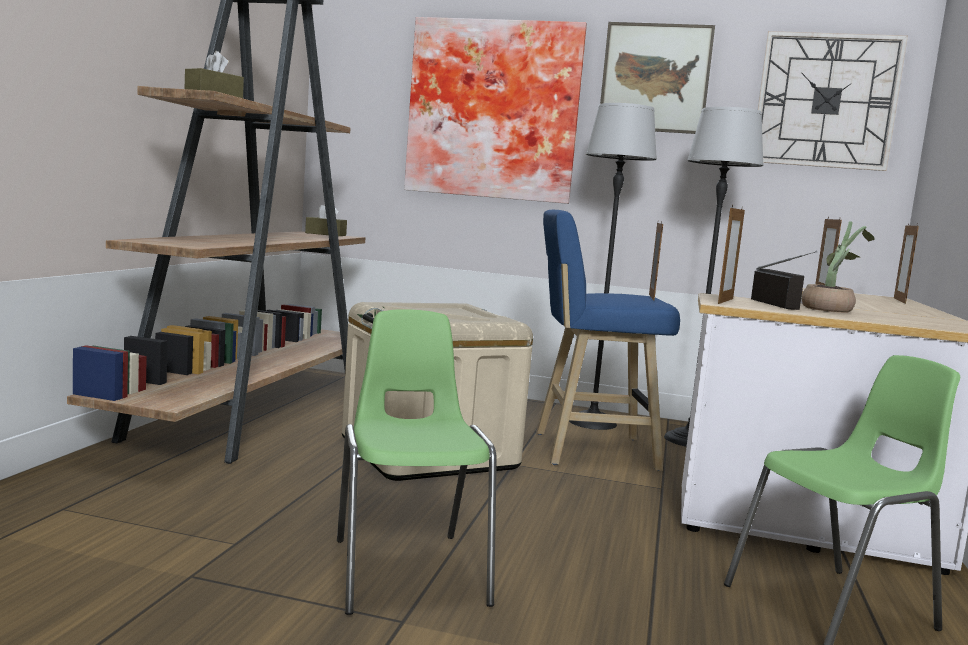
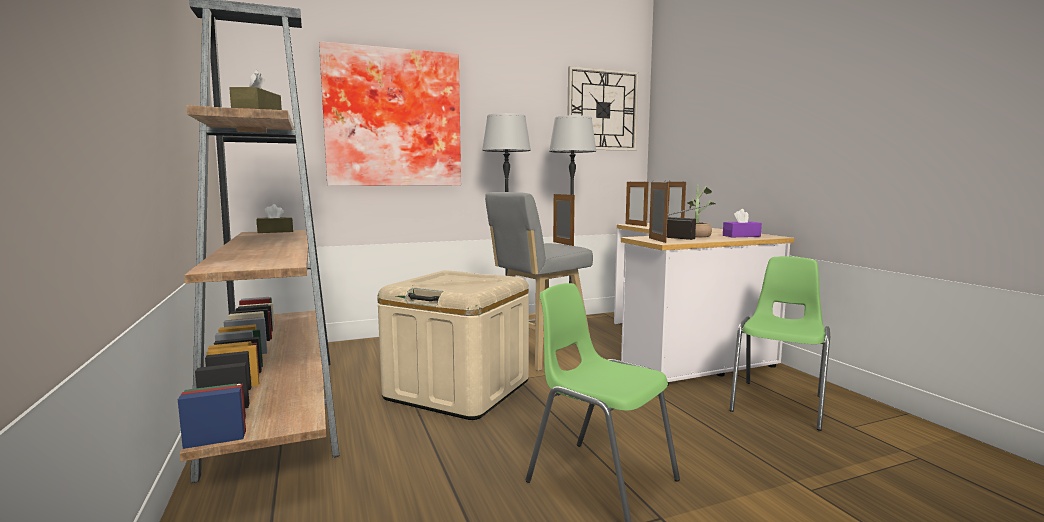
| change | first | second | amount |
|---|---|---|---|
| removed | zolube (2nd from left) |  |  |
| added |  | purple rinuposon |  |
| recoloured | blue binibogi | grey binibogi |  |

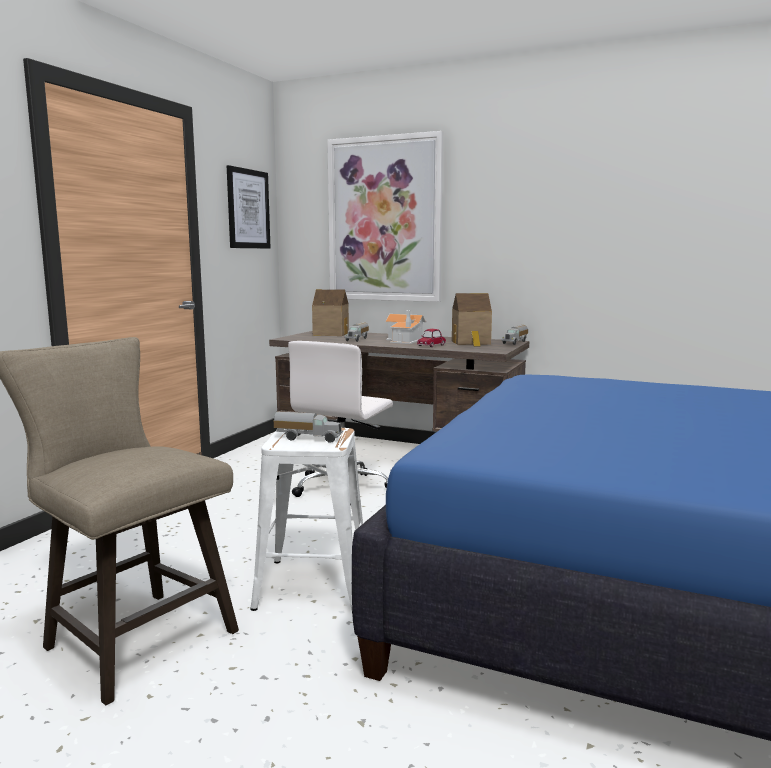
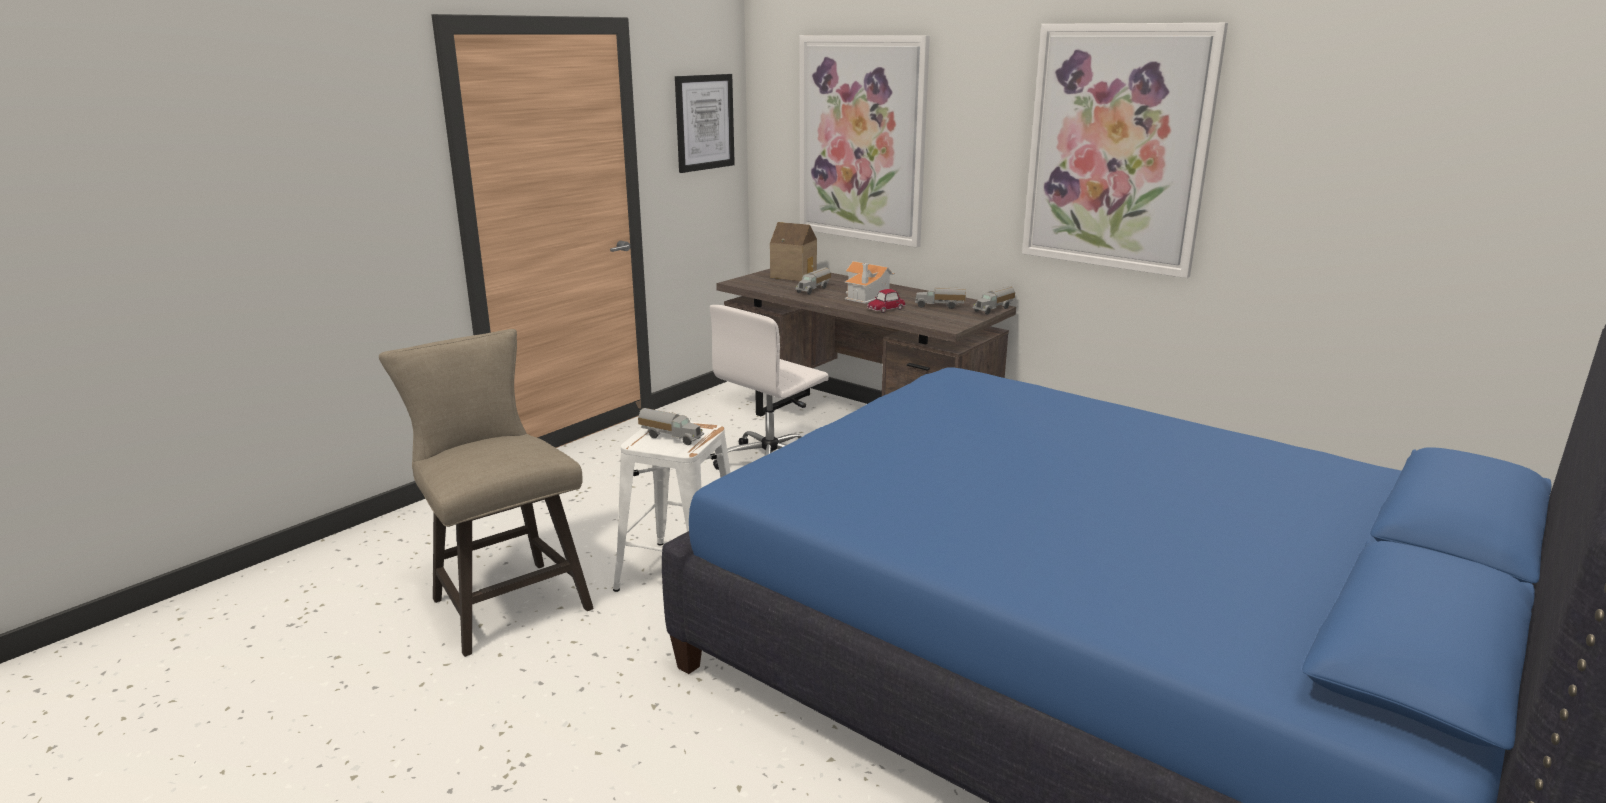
| change | first | second | amount |
|---|---|---|---|
| added |  | zolube (3rd from left) |  |
| replaced | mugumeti (3rd from left) | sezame (3rd from left) |  |

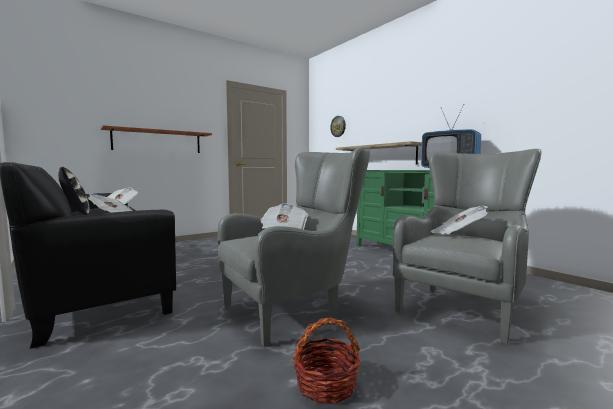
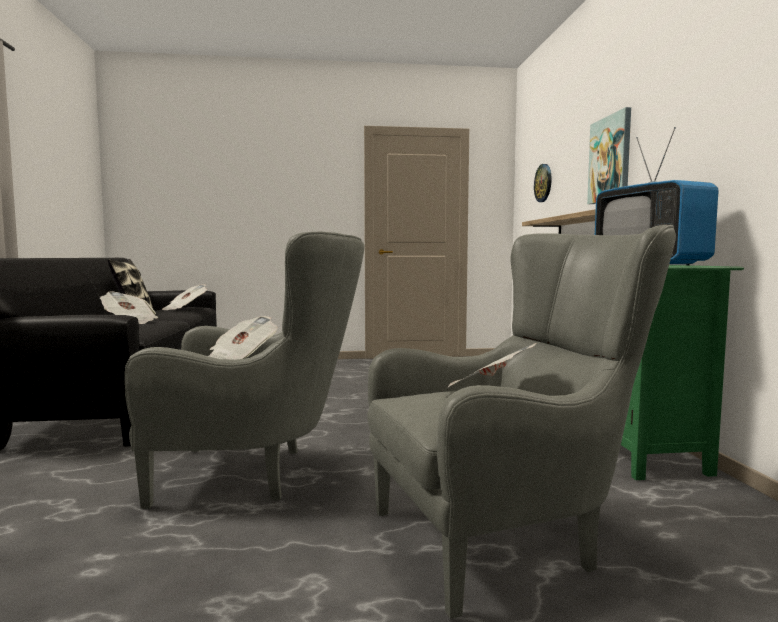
| change | first | second | amount |
|---|---|---|---|
| removed | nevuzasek (1st from left) |  |  |
| removed | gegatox |  |  |
| added |  | zolube |  |

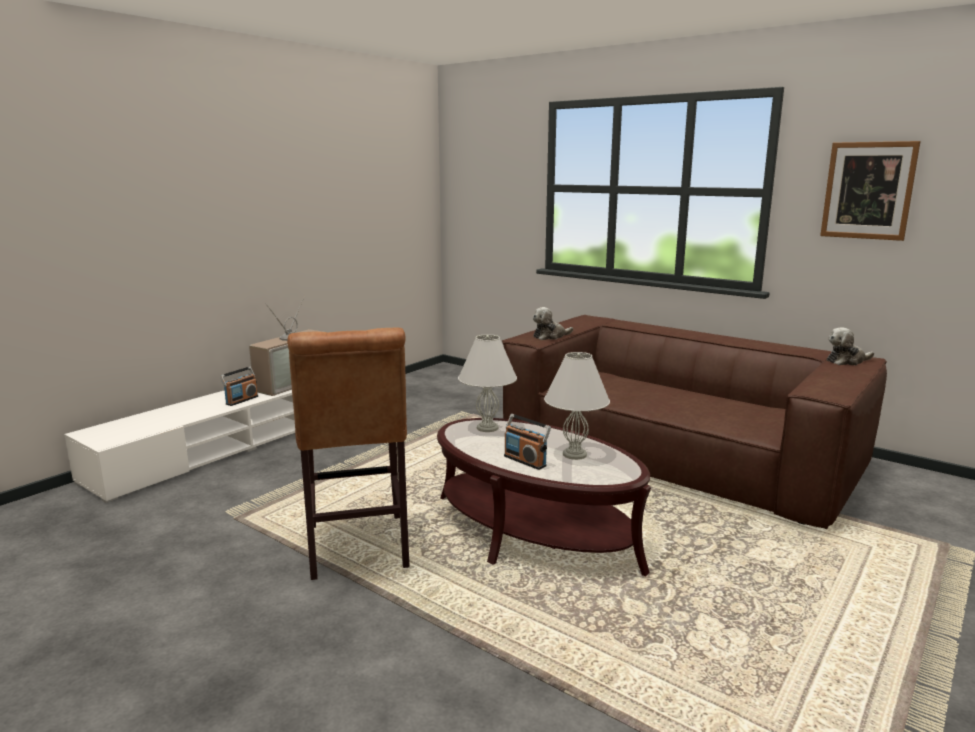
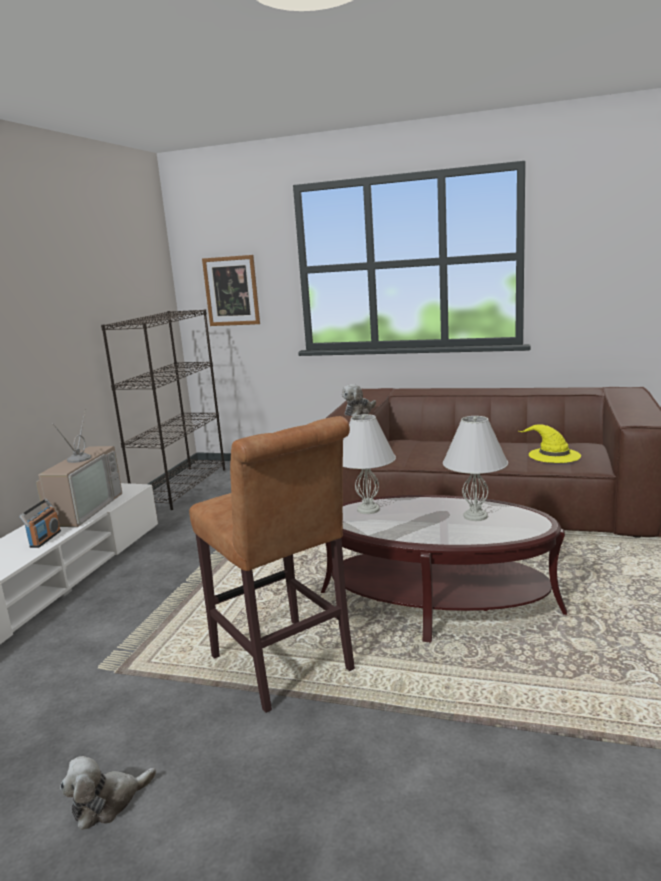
| change | first | second | amount |
|---|---|---|---|
| removed | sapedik (2nd from left) |  |  |
| added |  | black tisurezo |  |
| added |  | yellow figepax |  |
| moved | zolube |  |  |
| moved | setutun (2nd from left in the first image) | setutun (1st from left) |  |

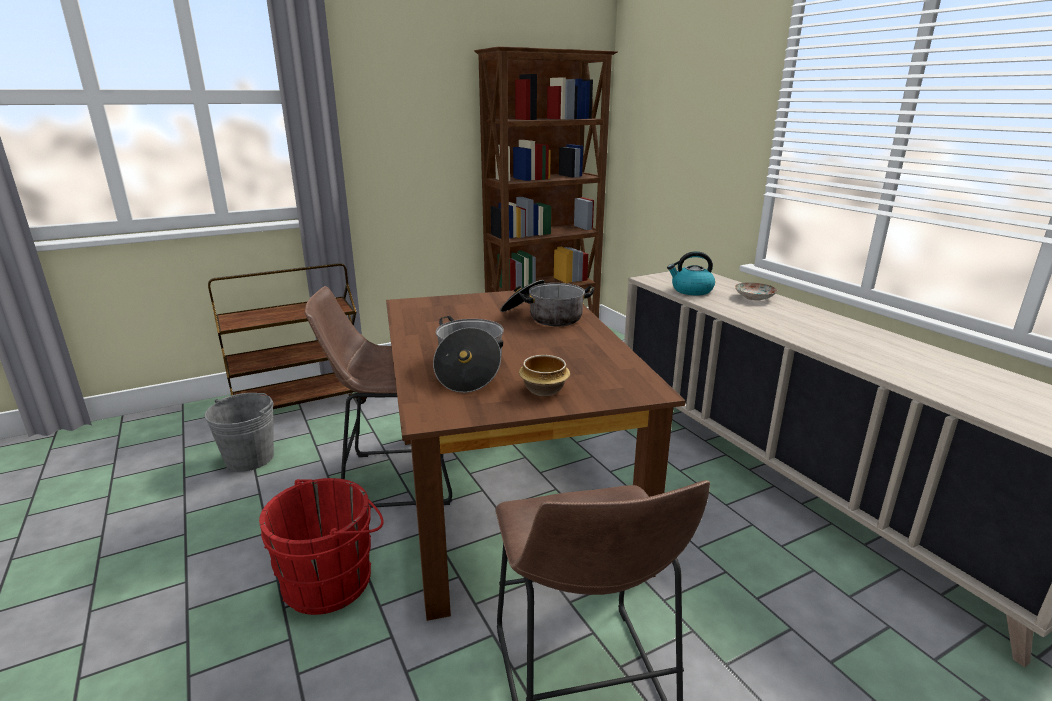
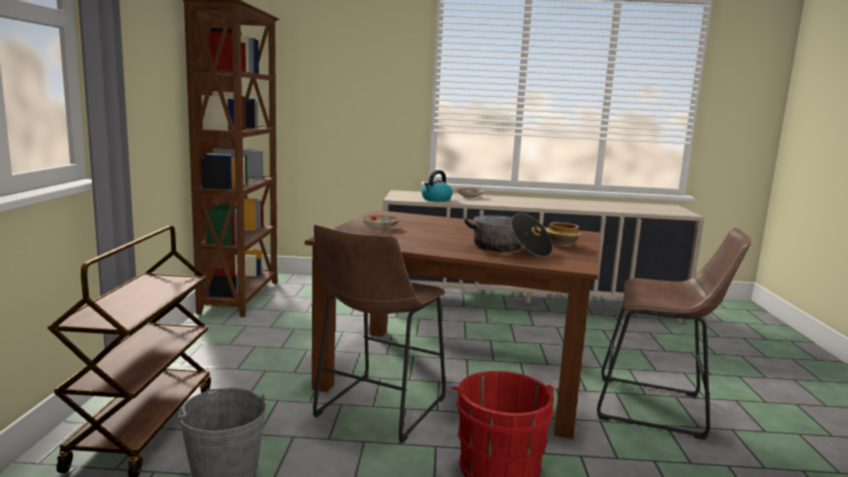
| change | first | second | amount |
|---|---|---|---|
| removed | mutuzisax (2nd from left) |  |  |
| added |  | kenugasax (1st from left) |  |

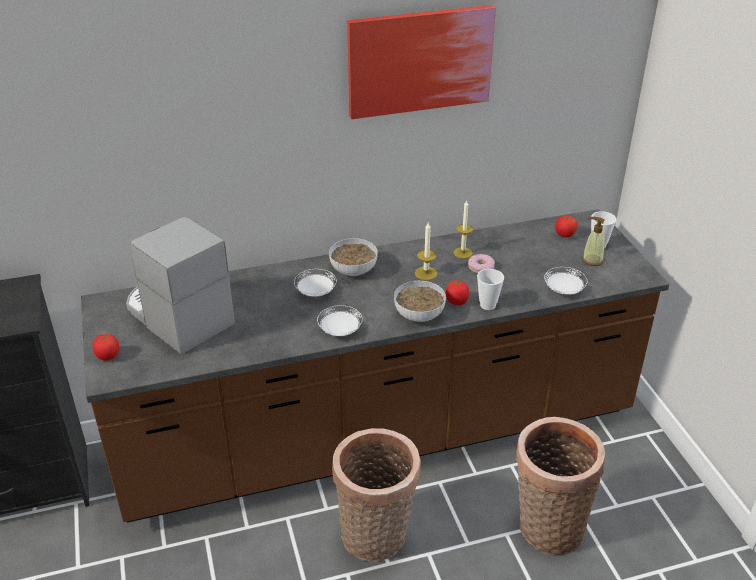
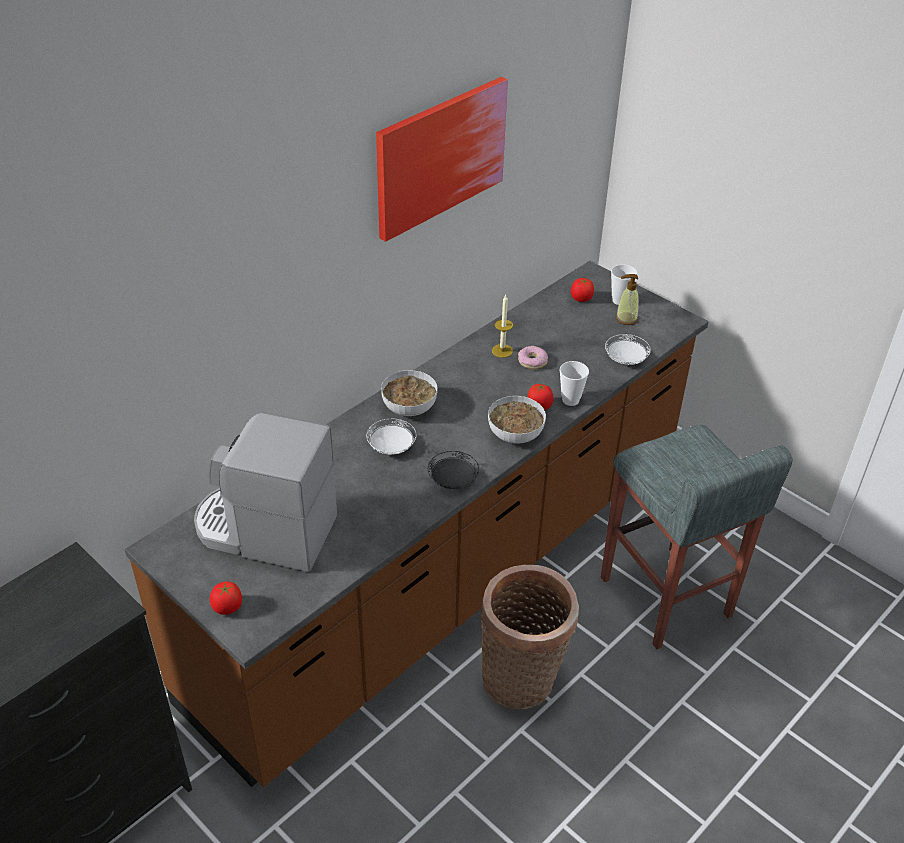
| change | first | second | amount |
|---|---|---|---|
| removed | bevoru (1st from left) |  |  |
| replaced | gegatox (2nd from left) | grey binibogi |  |
| recoloured | white kenugasax (2nd from left) | black kenugasax |  |

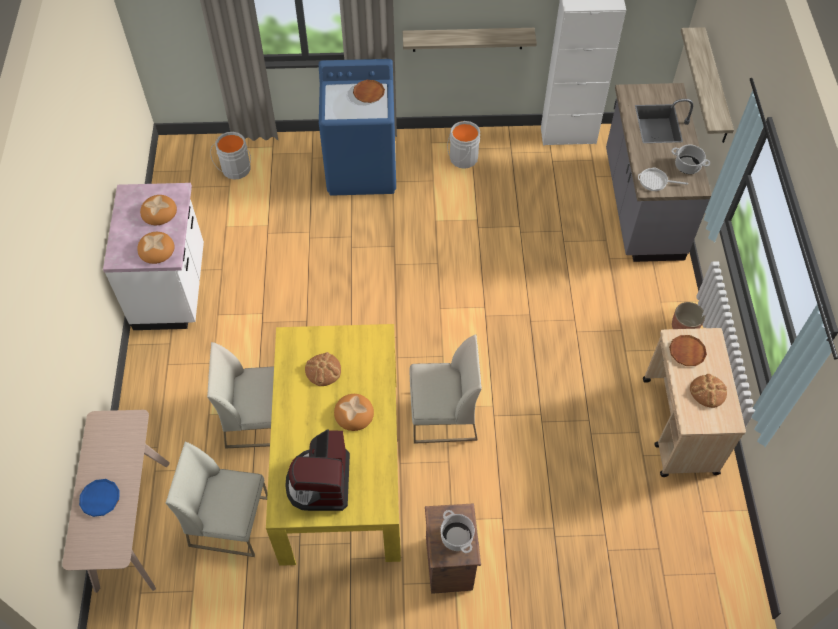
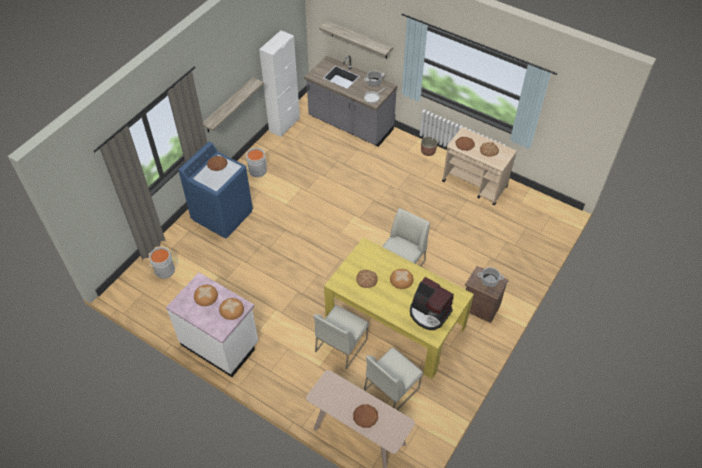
| change | first | second | amount |
|---|---|---|---|
| recoloured | blue kenugasax | brown kenugasax (2nd from left) |  |

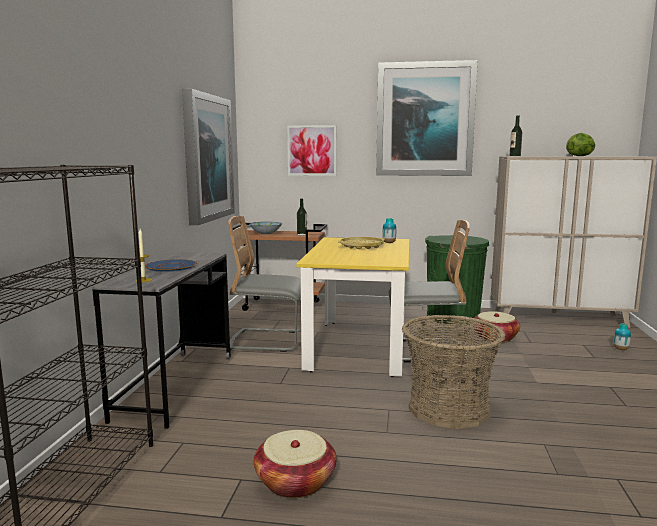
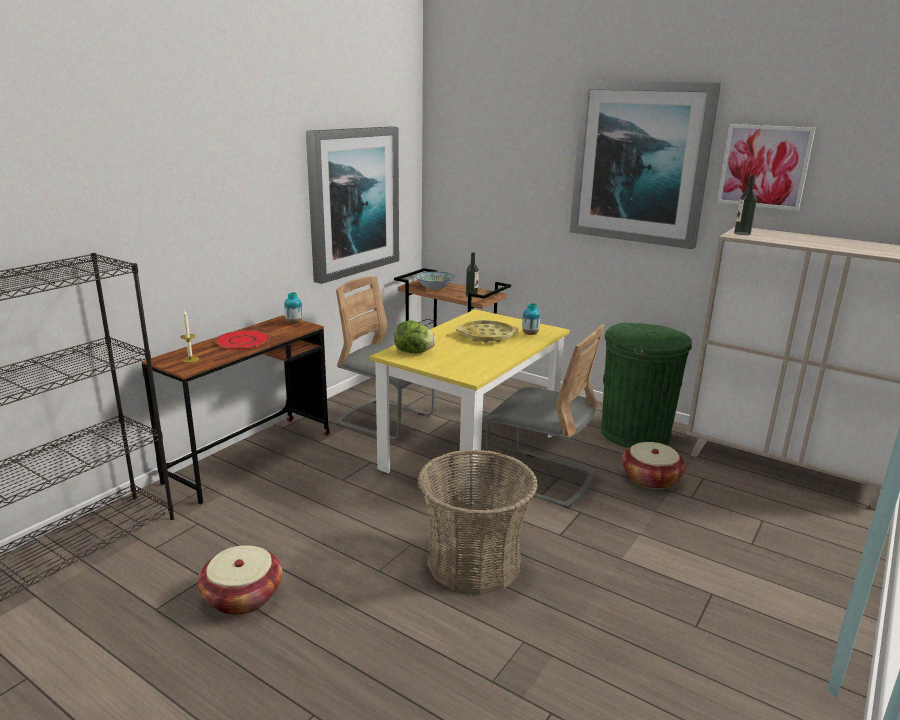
| change | first | second | amount |
|---|---|---|---|
| moved | zolube (2nd from left in the first image) | zolube (3rd from left) |  |
| moved | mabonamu |  |  |
| moved | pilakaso (2nd from left in the first image) | pilakaso (1st from left) |  |
| recoloured | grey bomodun | brown bomodun |  |
| recoloured | blue kenugasax | red kenugasax |  |

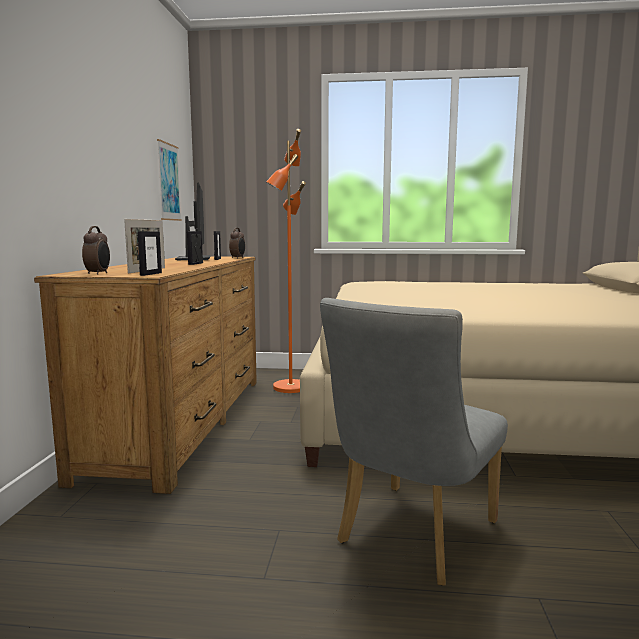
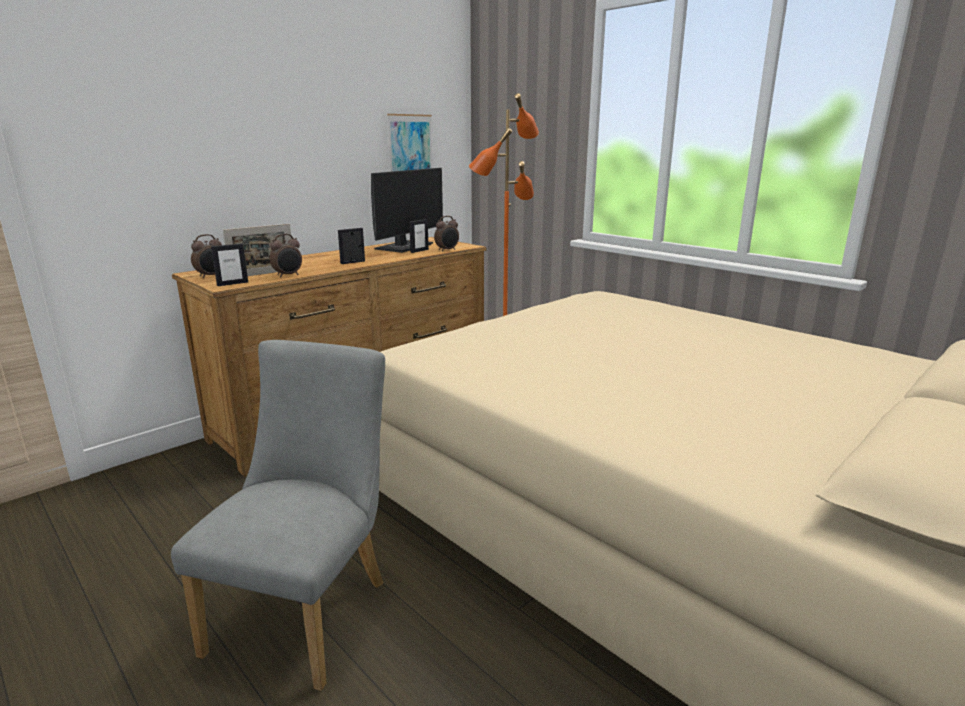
| change | first | second | amount |
|---|---|---|---|
| added |  | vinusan (2nd from left) |  |
| turned | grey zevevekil |  | 120 degrees clockwise |

